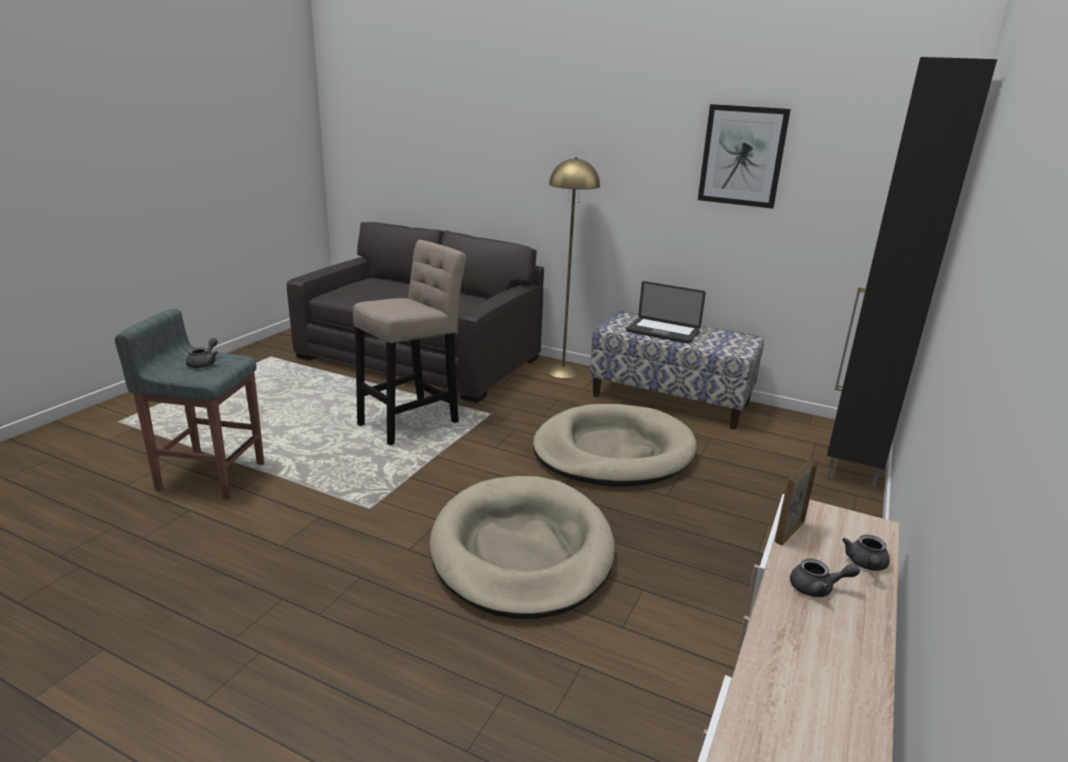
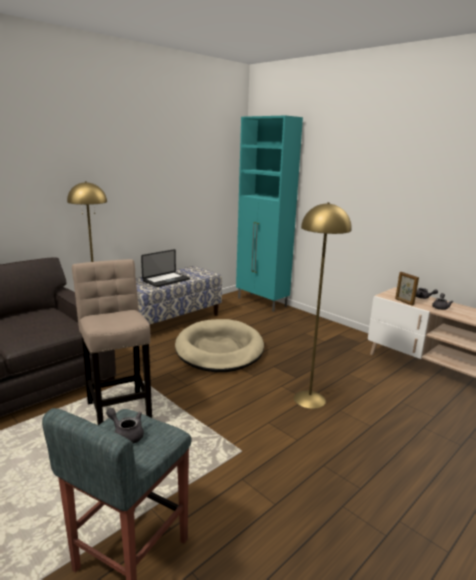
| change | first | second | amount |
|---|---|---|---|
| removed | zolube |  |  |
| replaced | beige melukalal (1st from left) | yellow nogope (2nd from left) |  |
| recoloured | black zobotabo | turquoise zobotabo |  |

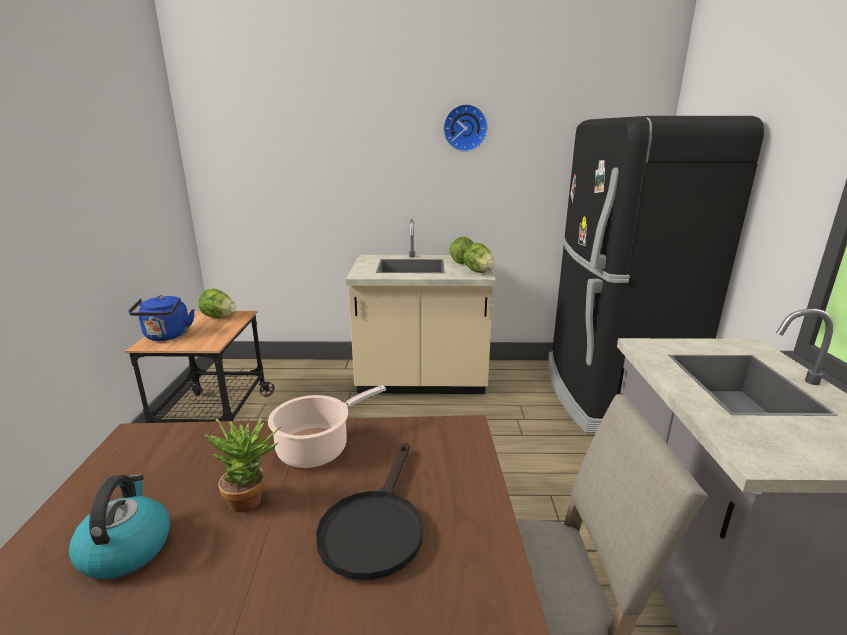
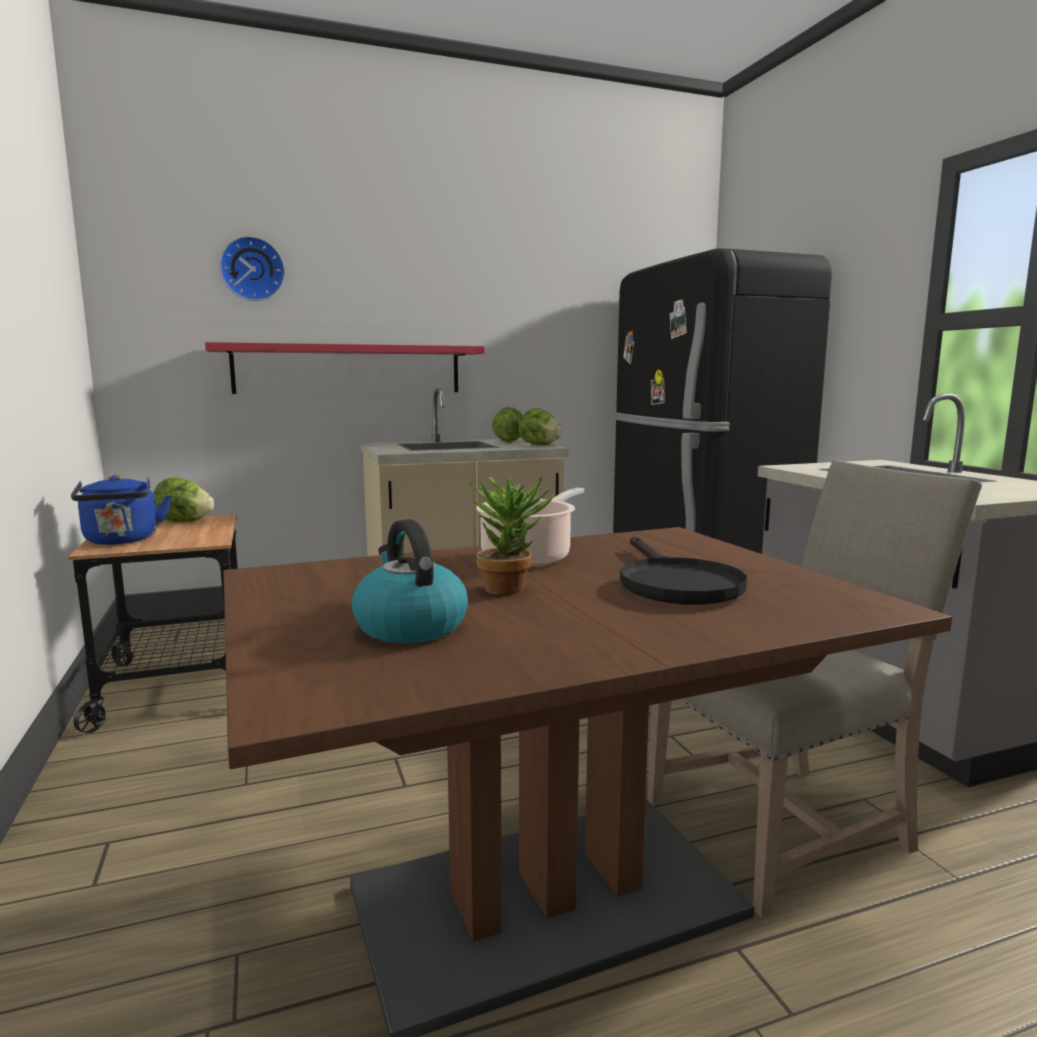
| change | first | second | amount |
|---|---|---|---|
| added |  | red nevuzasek |  |
| moved | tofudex |  |  |

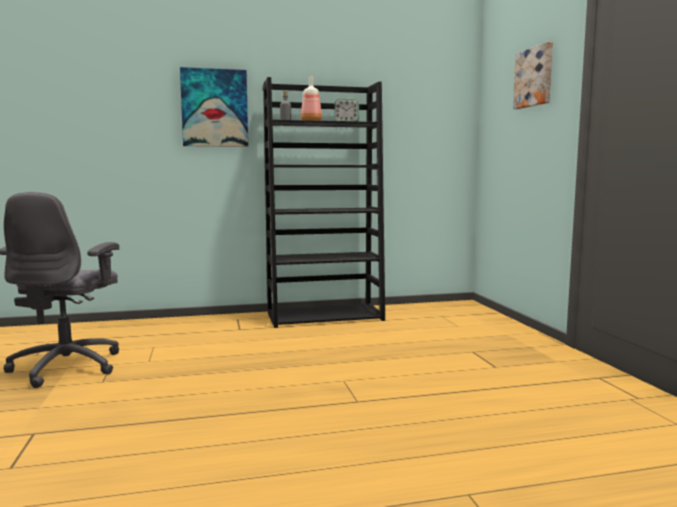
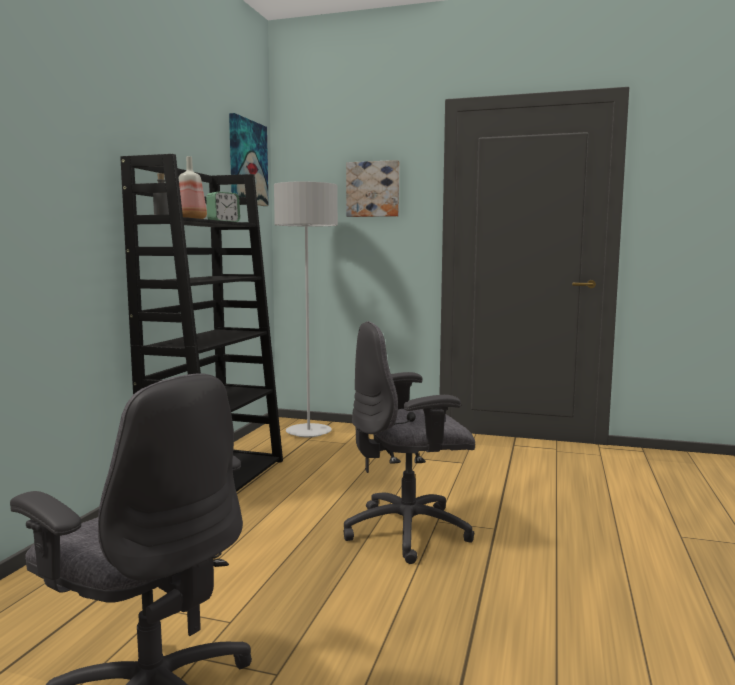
| change | first | second | amount |
|---|---|---|---|
| added |  | grey nogope |  |
| added |  | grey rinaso (2nd from left) |  |
| moved | zolube (1st from left) |  |  |

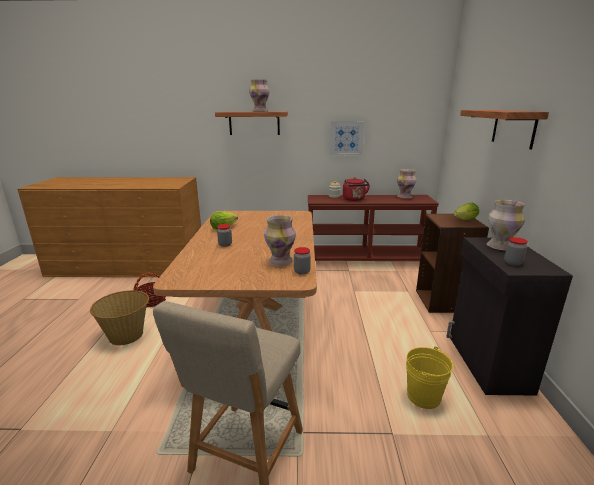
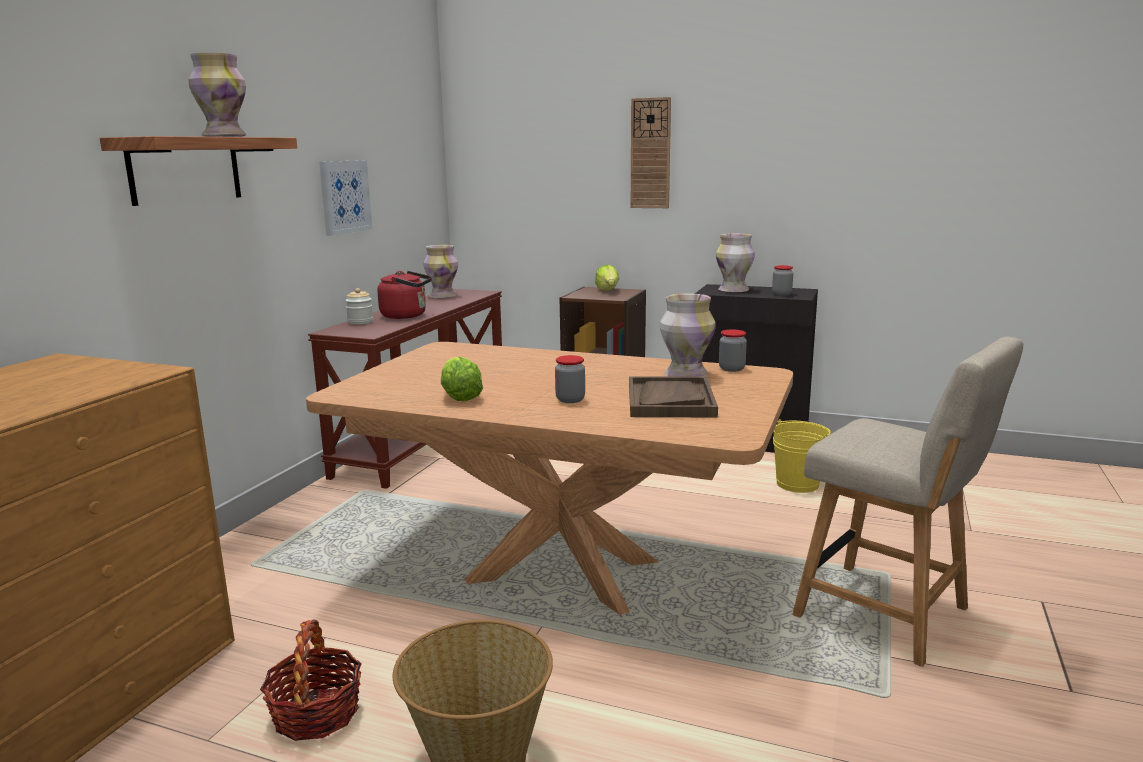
| change | first | second | amount |
|---|---|---|---|
| added |  | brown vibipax |  |
| replaced | nevuzasek (2nd from left) | tofudex |  |

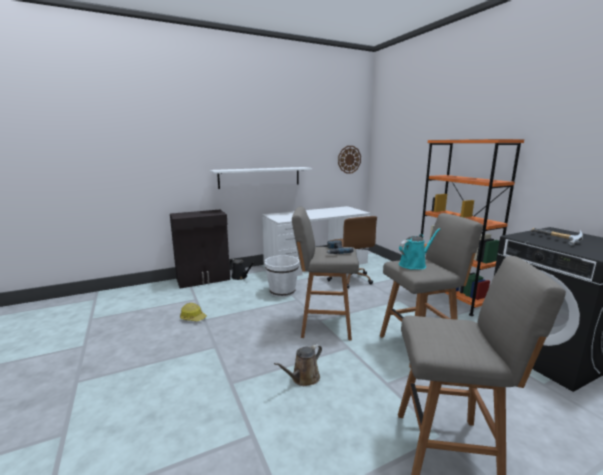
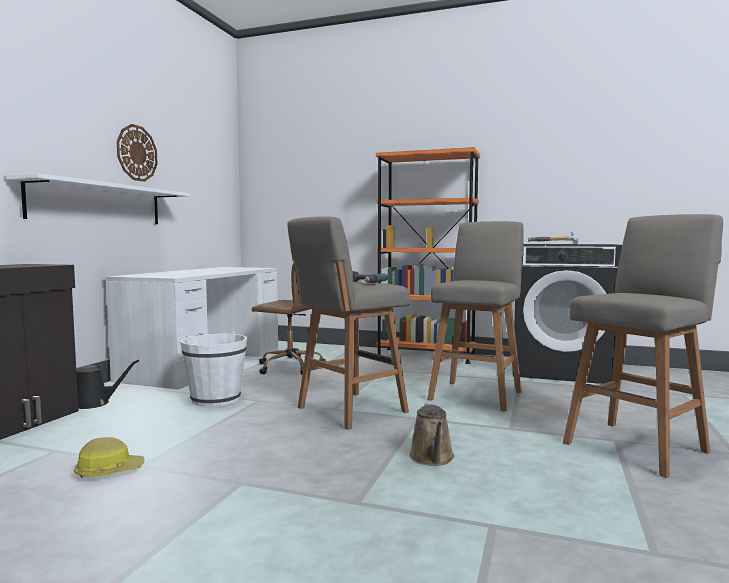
| change | first | second | amount |
|---|---|---|---|
| removed | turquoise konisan |  |  |
| moved | tofudex |  |  |

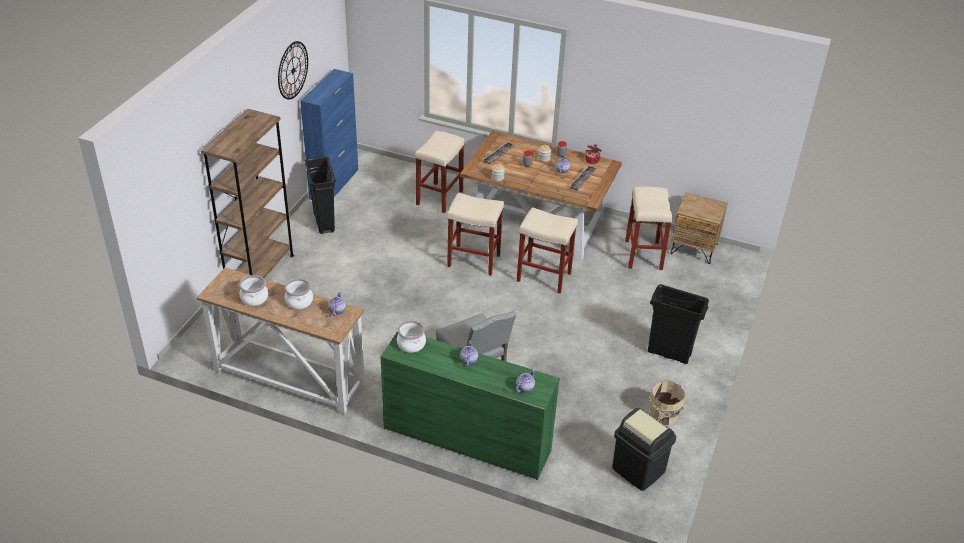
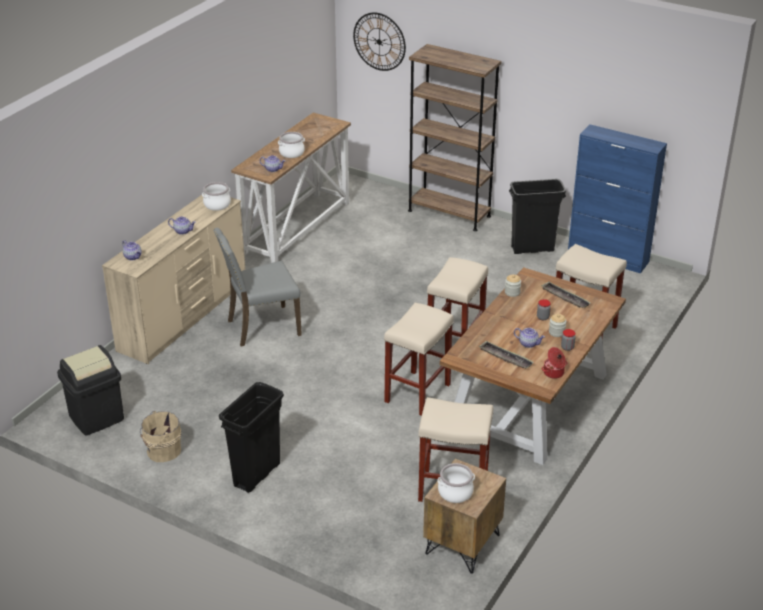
| change | first | second | amount |
|---|---|---|---|
| moved | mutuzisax (1st from left in the first image) | mutuzisax (3rd from left) |  |
| moved | tofudex |  |  |
| recoloured | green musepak | beige musepak |  |

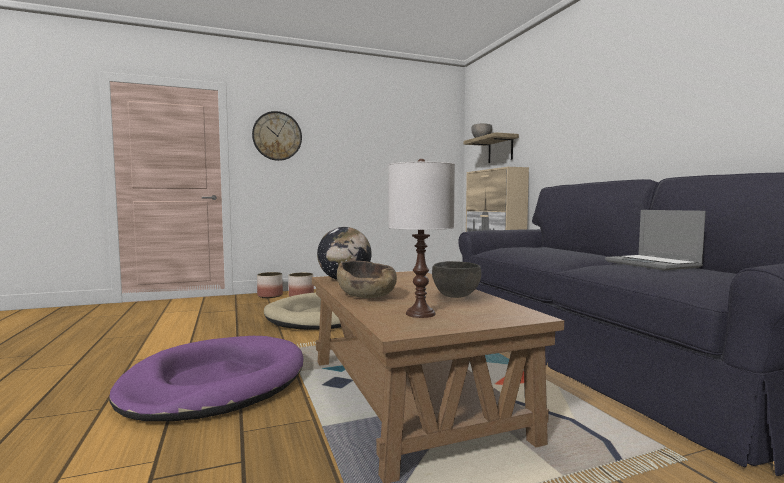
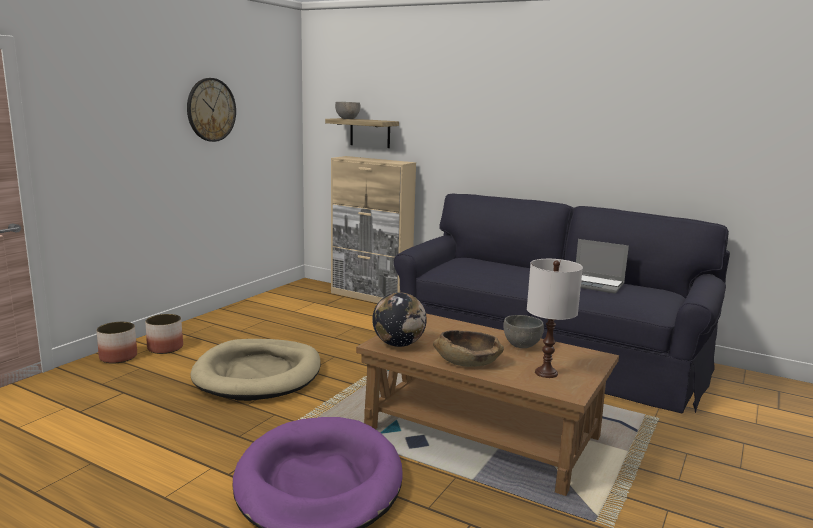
| change | first | second | amount |
|---|---|---|---|
| moved | tofudex |  |  |

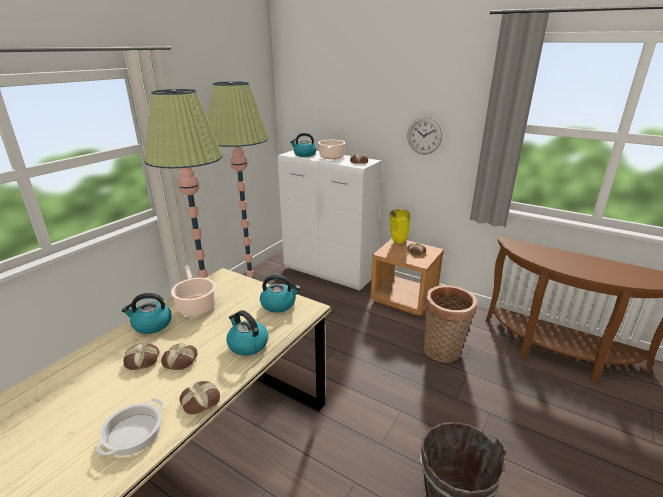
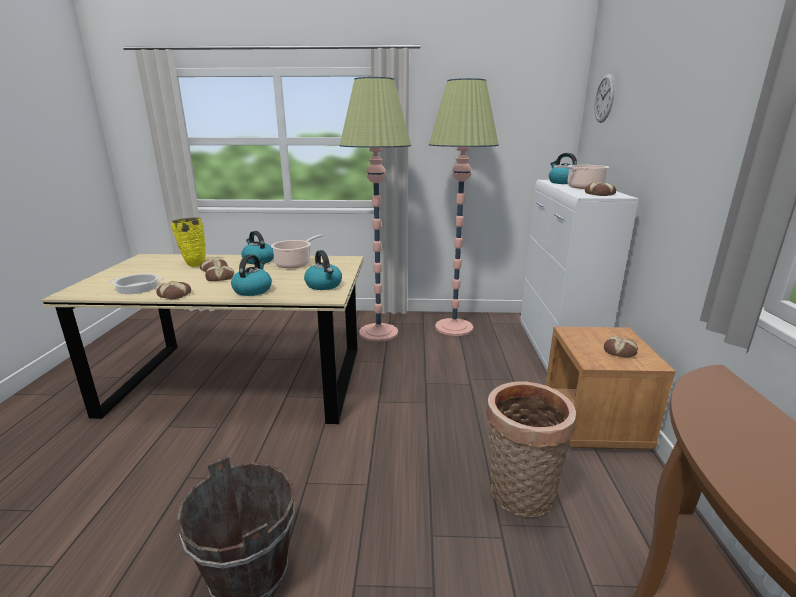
| change | first | second | amount |
|---|---|---|---|
| moved | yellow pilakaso |  |  |
| moved | tofudex |  |  |

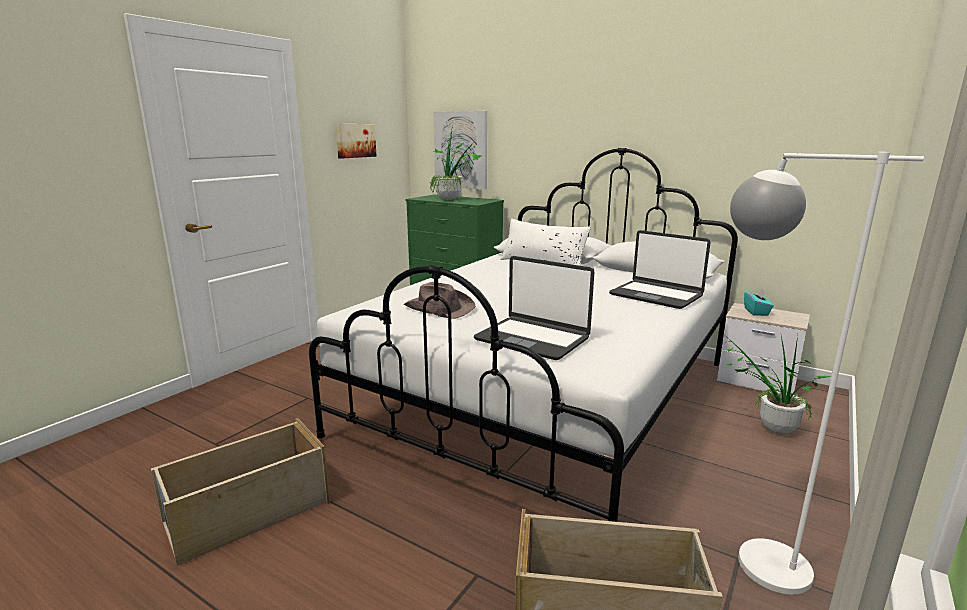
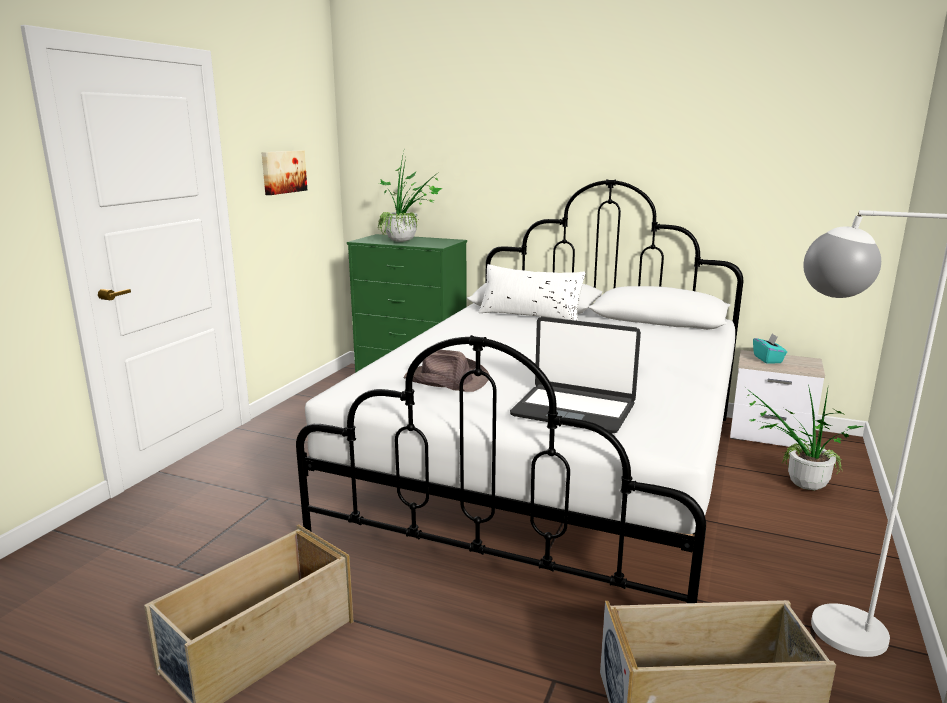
| change | first | second | amount |
|---|---|---|---|
| removed | zolube (2nd from left) |  |  |
| removed | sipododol (2nd from left) |  |  |

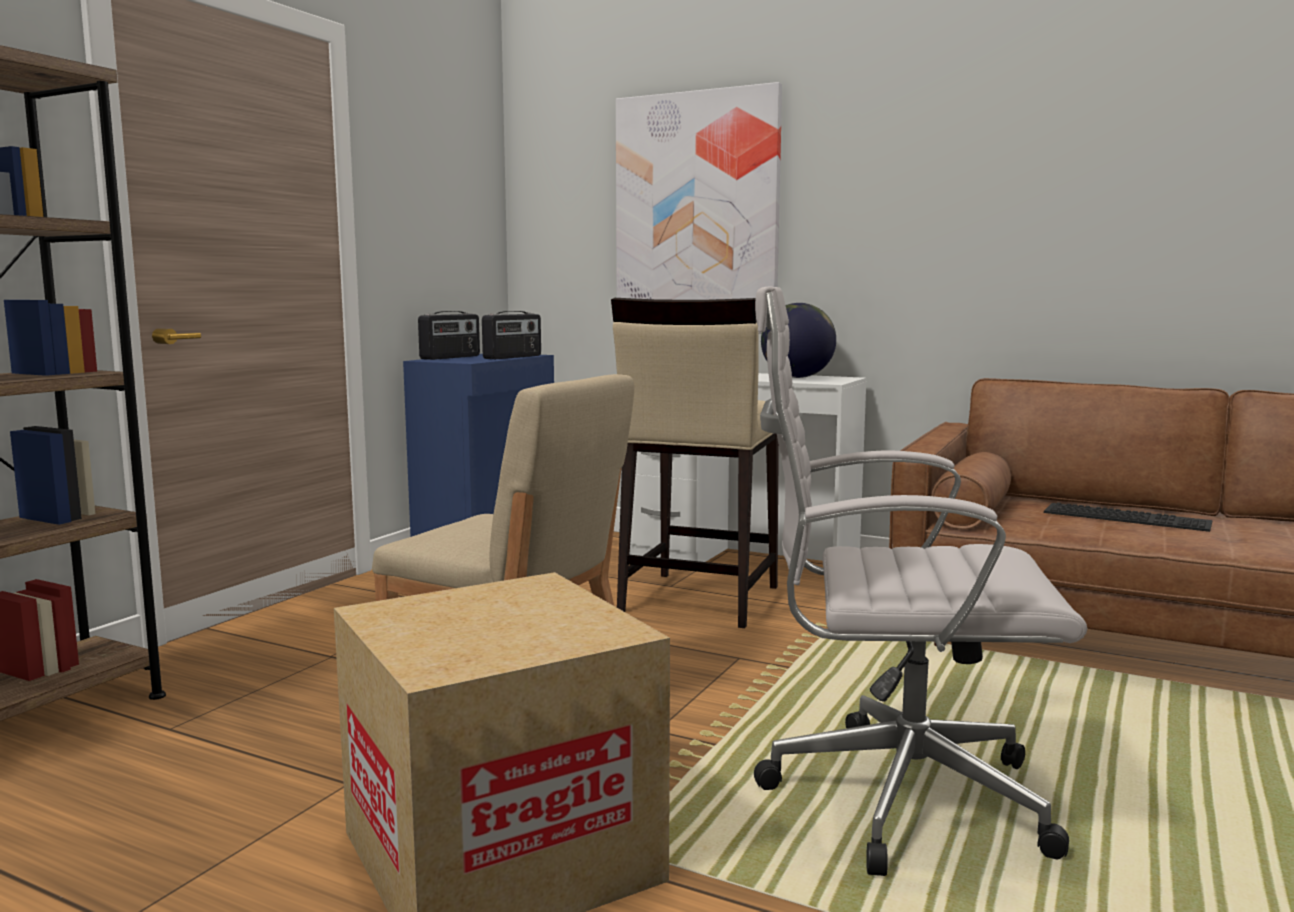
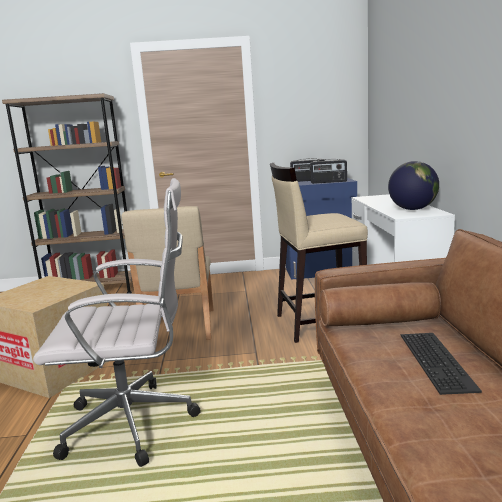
| change | first | second | amount |
|---|---|---|---|
| removed | zolube |  |  |
| turned | white rinaso |  | 105 degrees clockwise |

